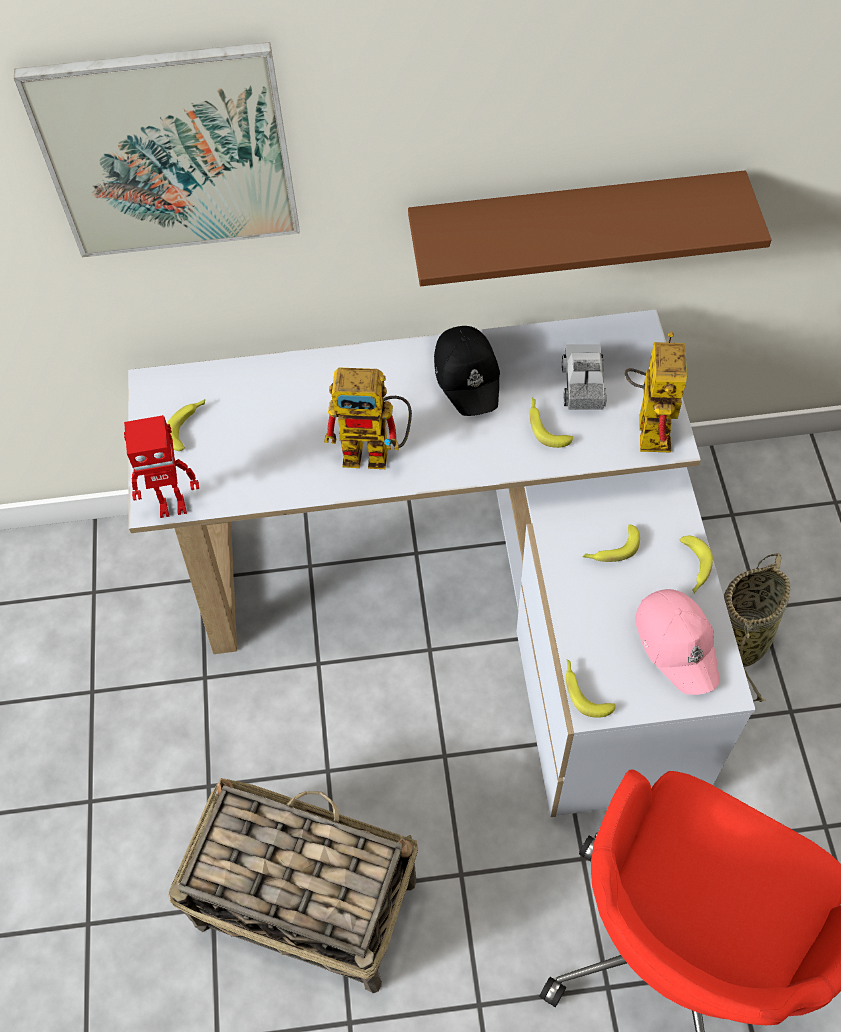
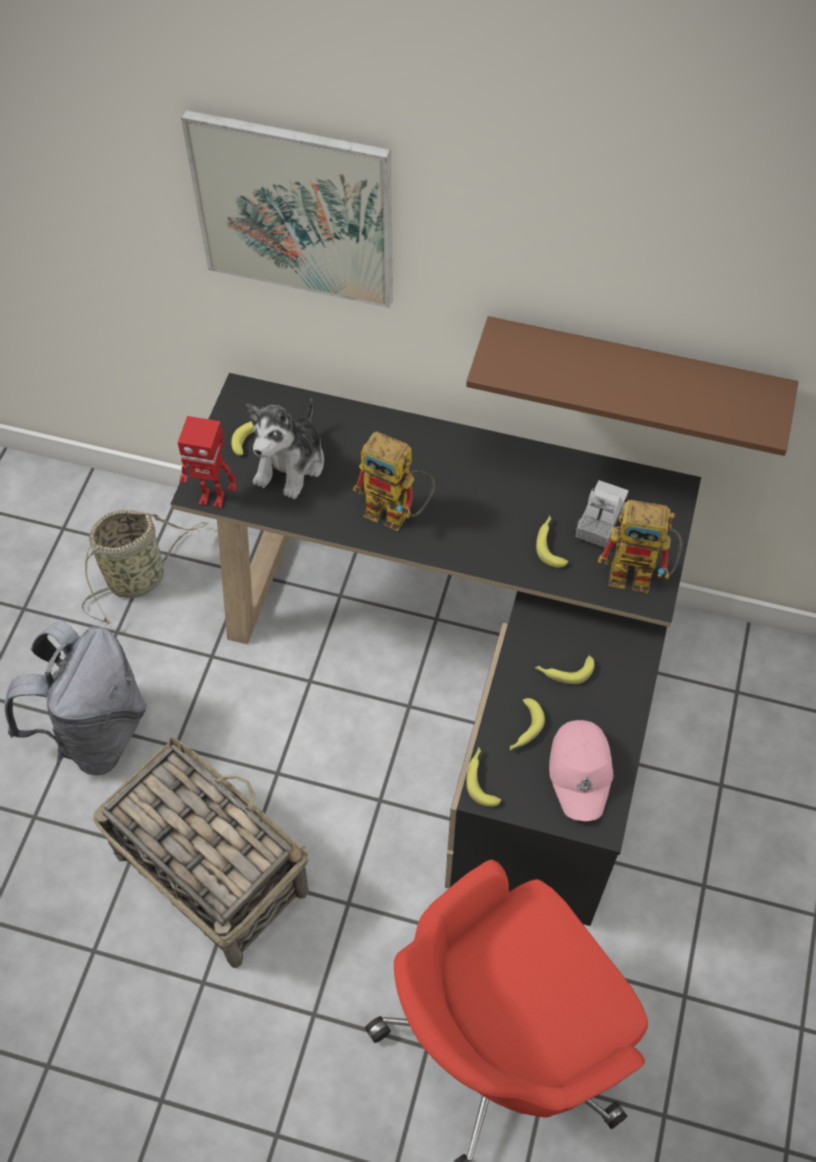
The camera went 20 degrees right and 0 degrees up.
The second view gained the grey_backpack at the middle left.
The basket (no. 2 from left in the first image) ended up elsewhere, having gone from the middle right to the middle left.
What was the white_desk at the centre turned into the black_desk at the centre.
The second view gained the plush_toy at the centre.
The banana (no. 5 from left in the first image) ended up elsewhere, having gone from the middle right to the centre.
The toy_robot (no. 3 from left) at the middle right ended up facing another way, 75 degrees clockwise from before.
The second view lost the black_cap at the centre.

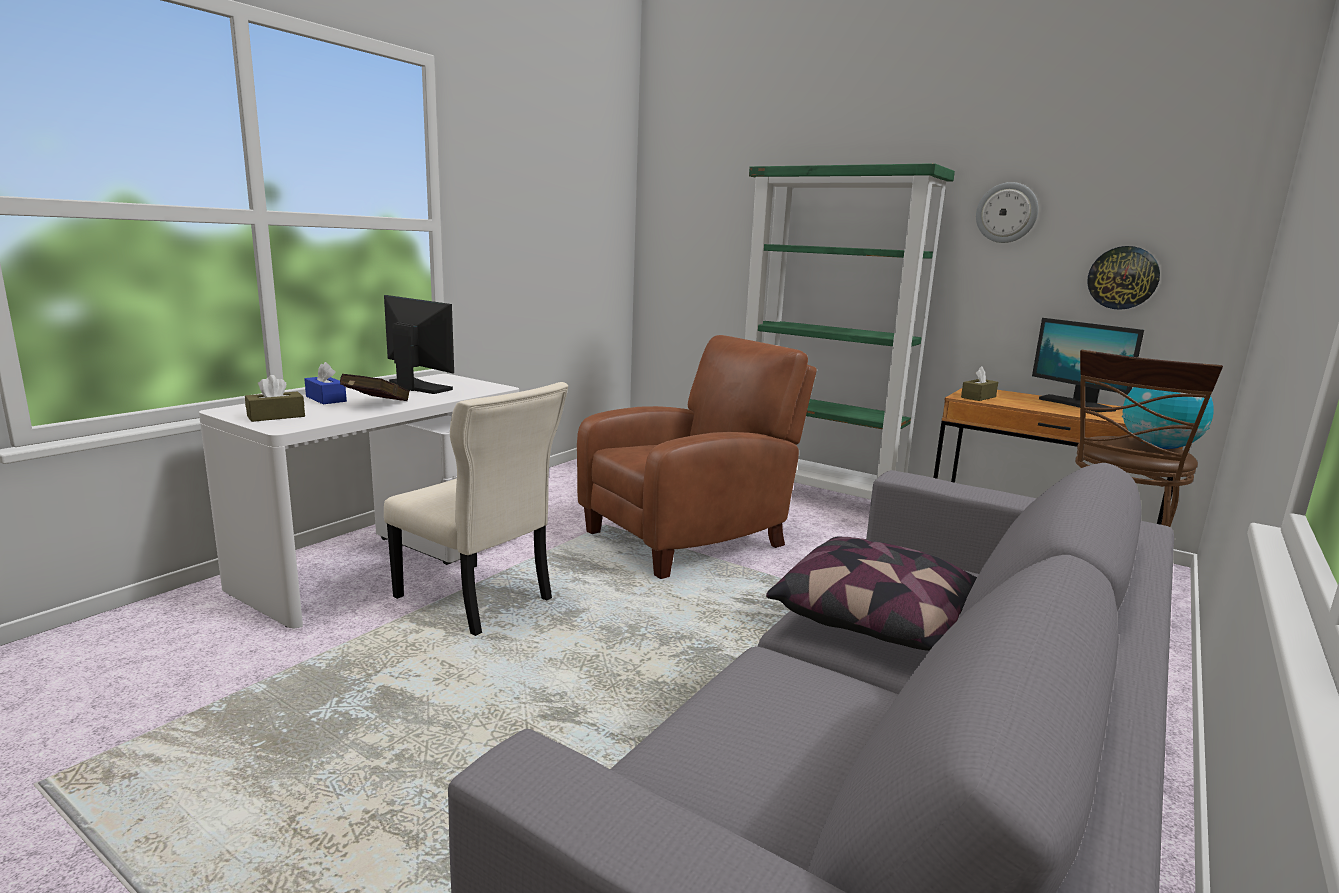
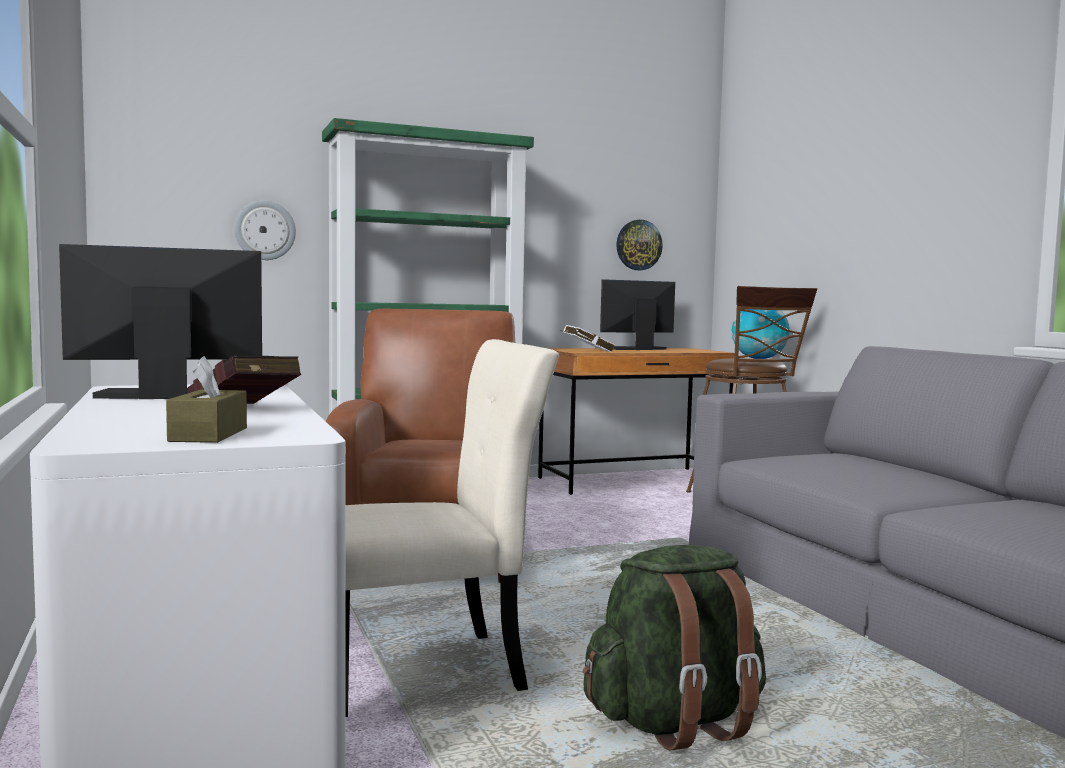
The camera went 55 degrees left and 10 degrees down.
The wall_clock (no. 1 from left) ended up elsewhere, having gone from the top right to the top left.
Where the brown_tissue_box (no. 2 from left) stood at the middle right, the white_book came to stand at the centre.
The second view gained the green_backpack at the bottom centre.
The monitor (no. 2 from left) at the middle right ended up facing another way, 150 degrees clockwise from before.
The second view lost the blue_tissue_box at the middle left.
The second view lost the pillow at the centre.

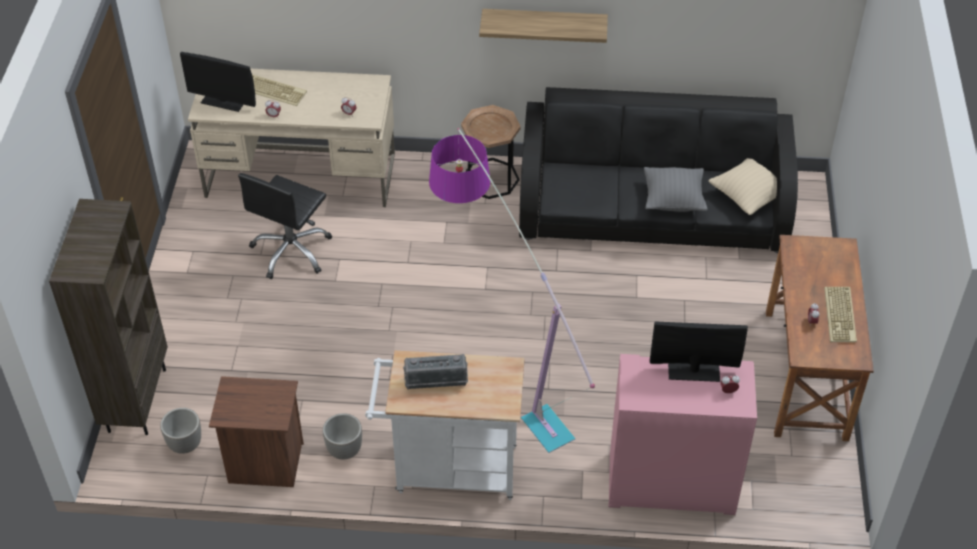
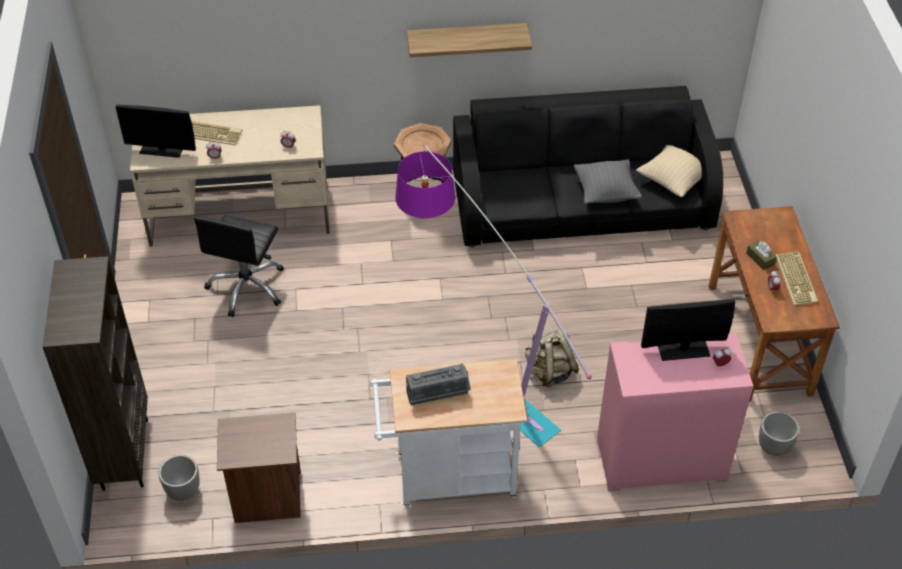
The camera went 10 degrees left and 0 degrees up.
The second view gained the beige_backpack at the centre.
The second view gained the brown_tissue_box at the middle right.
The planter (no. 2 from left) ended up elsewhere, having gone from the bottom centre to the bottom right.

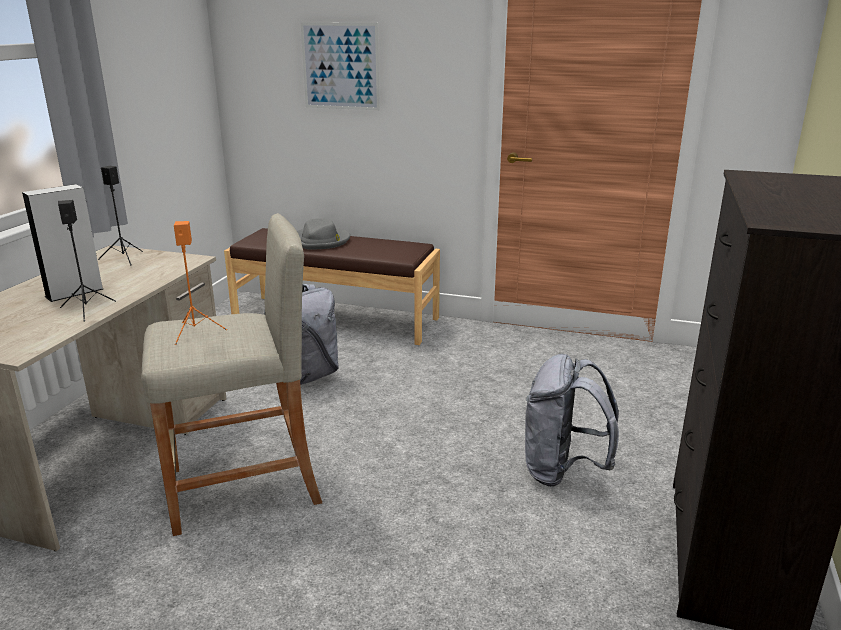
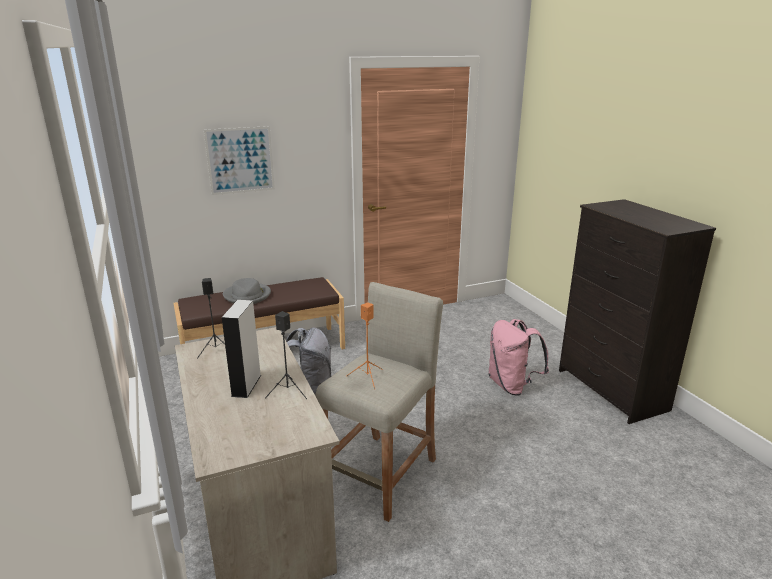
The camera went 40 degrees left and 0 degrees up.
What was the grey_backpack (no. 2 from left) at the bottom right turned into the pink_backpack at the middle right.

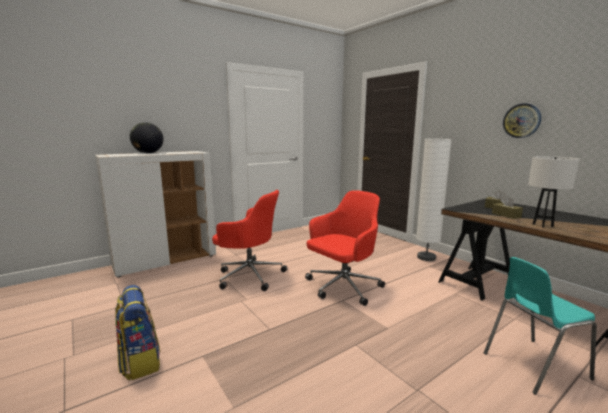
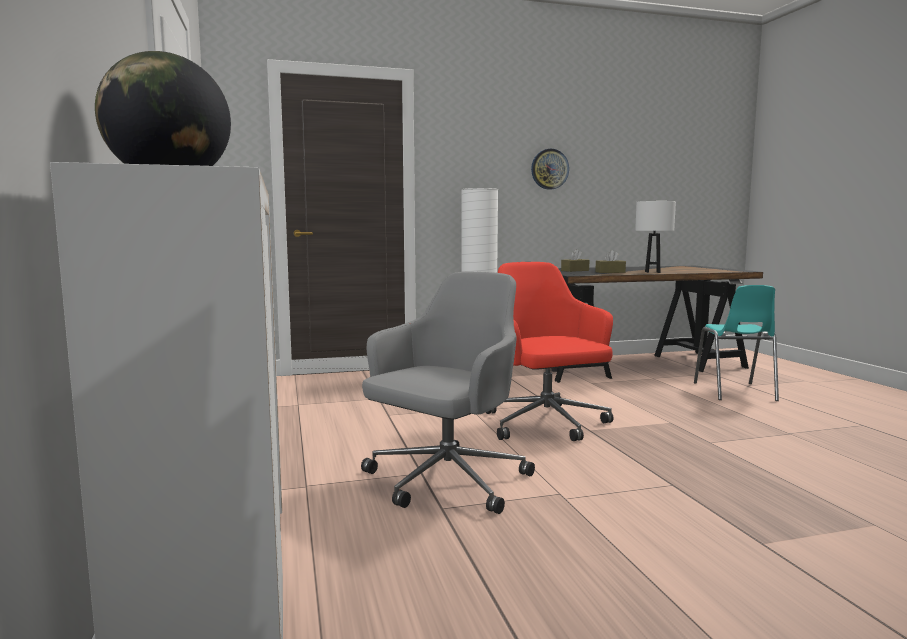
The camera went 70 degrees left and 5 degrees down.
What was the red_office_chair (no. 1 from left) at the centre turned into the grey_office_chair at the centre.
The second view lost the backpack at the bottom left.

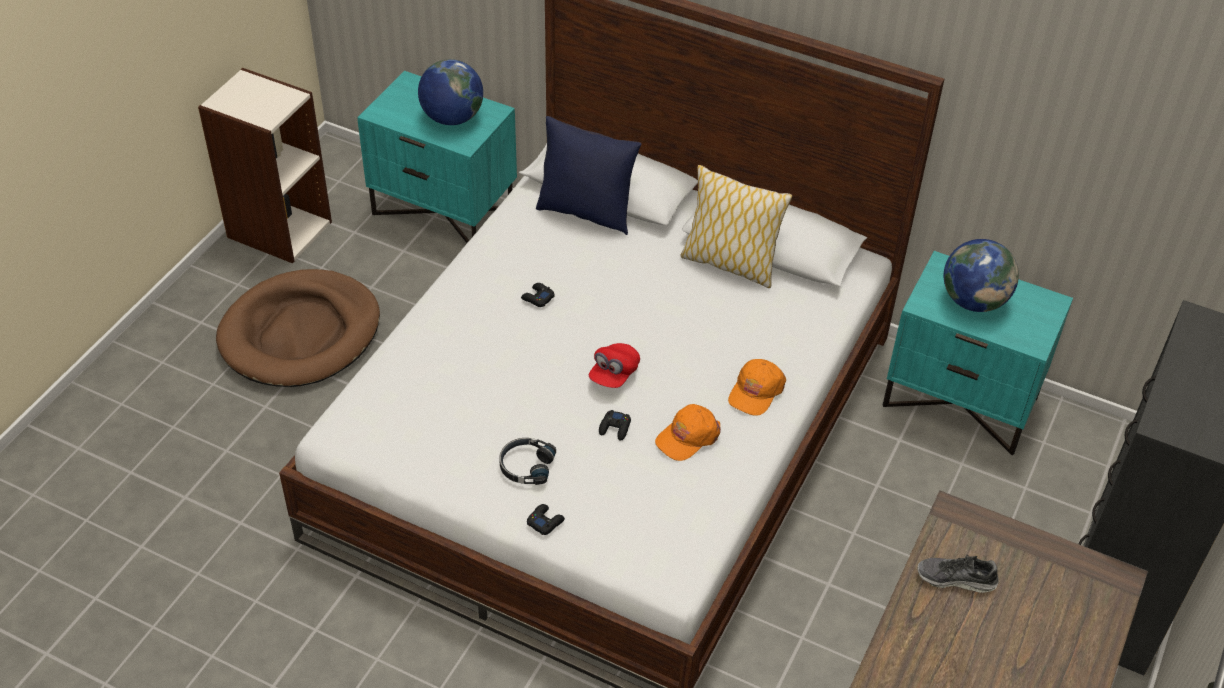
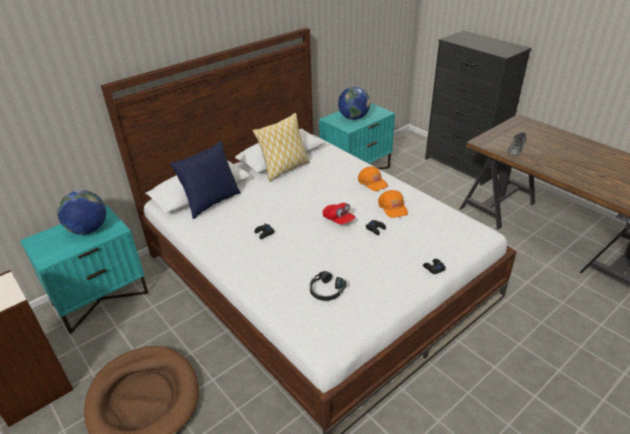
The camera went 65 degrees left and 10 degrees down.
The black_headphones ended up elsewhere, having gone from the bottom centre to the centre.

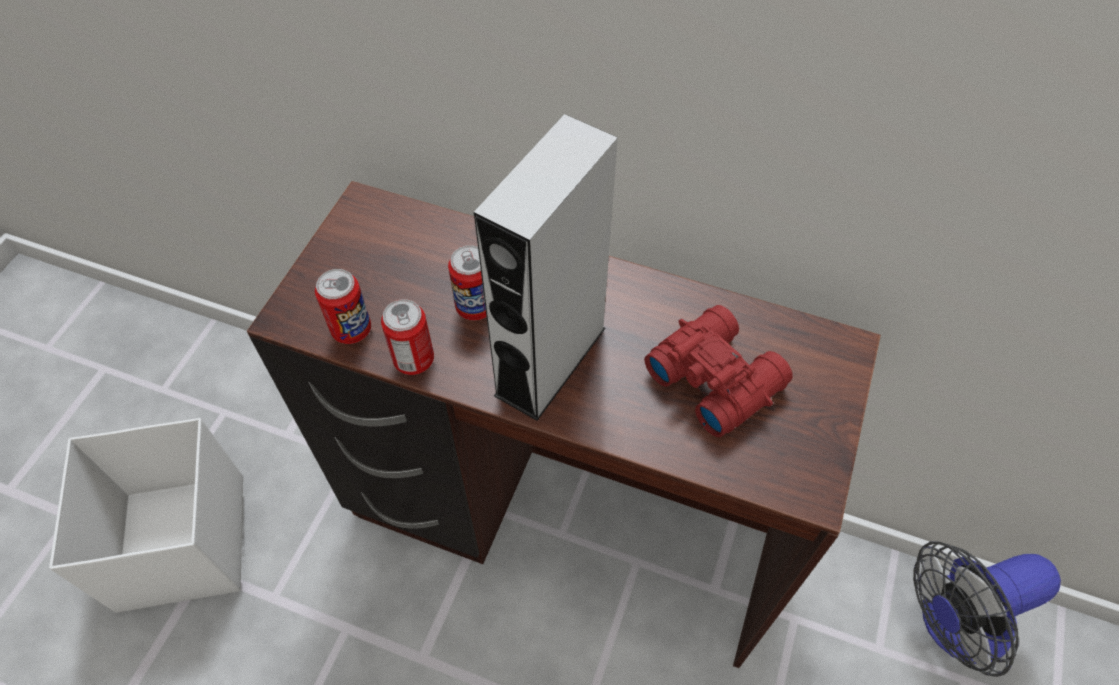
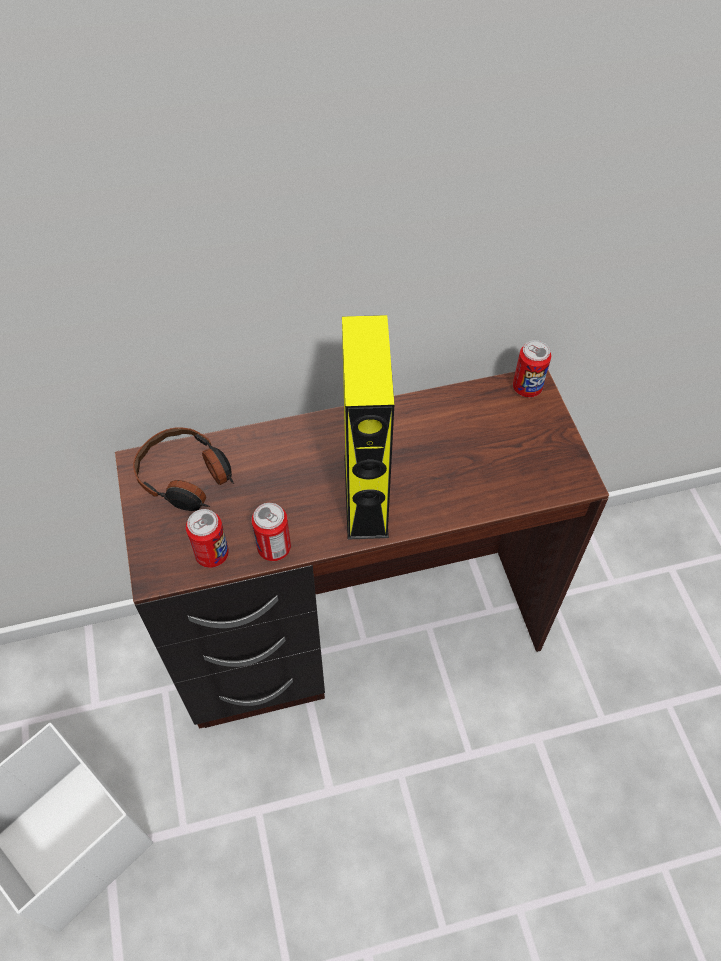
The camera went 35 degrees left and 0 degrees up.
The second view gained the headphones at the middle left.
What was the grey_speaker at the centre turned into the yellow_speaker at the centre.
The can (no. 3 from left) ended up elsewhere, having gone from the centre to the middle right.
The second view lost the red_binoculars at the centre.
The second view lost the fan at the bottom right.

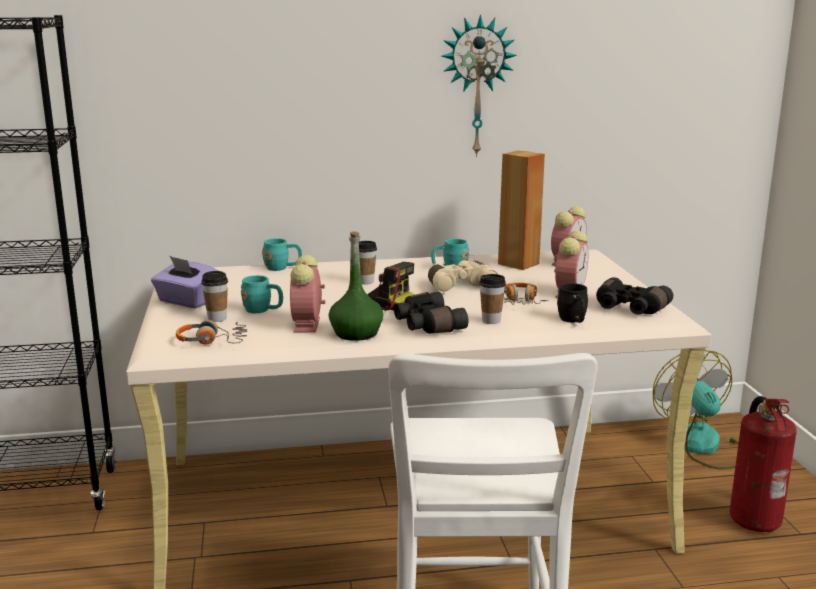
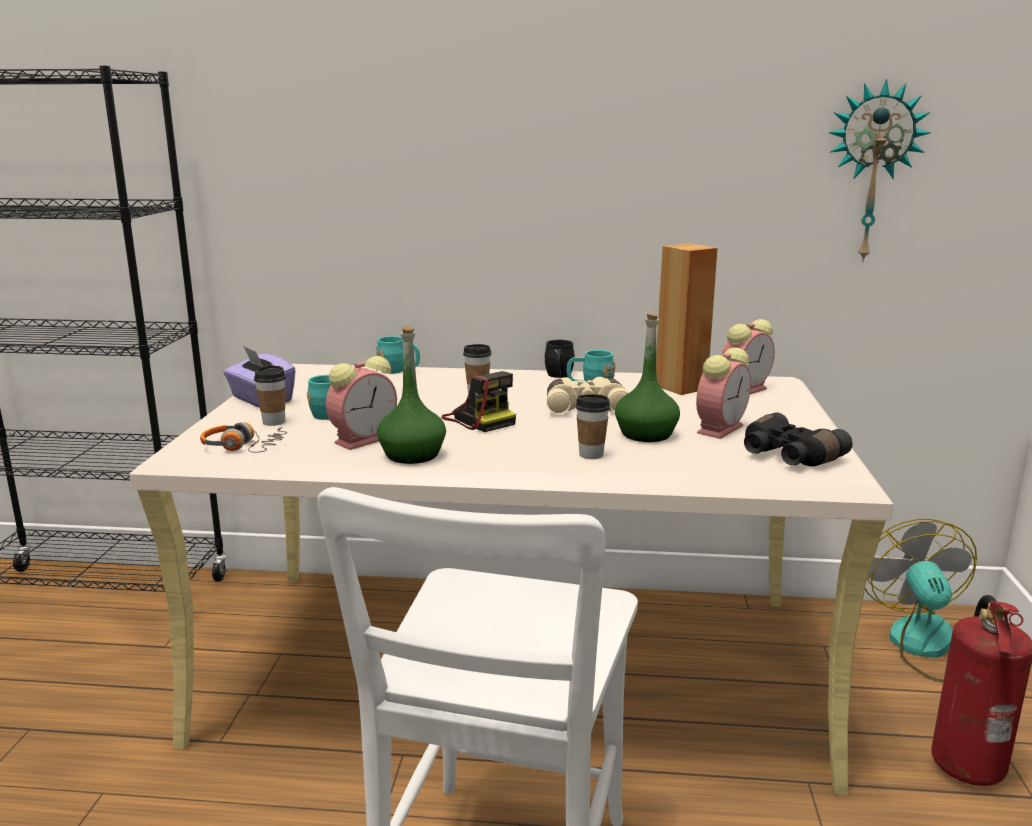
The camera went 15 degrees right and 0 degrees up.
The alarm_clock (no. 1 from left) at the centre ended up facing another way, 150 degrees counterclockwise from before.
The black_mug ended up elsewhere, having gone from the middle right to the centre.
Where the headphones (no. 2 from left) stood at the centre, the green_bottle (no. 2 from left) came to stand at the centre.
The wall_clock ended up elsewhere, having gone from the top centre to the top right.
The second view lost the black_binoculars (no. 1 from left) at the centre.

